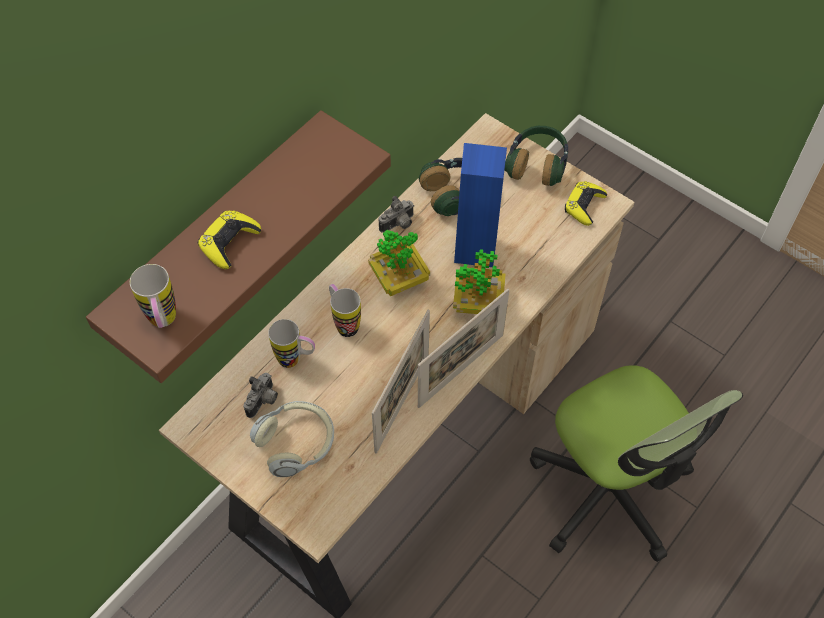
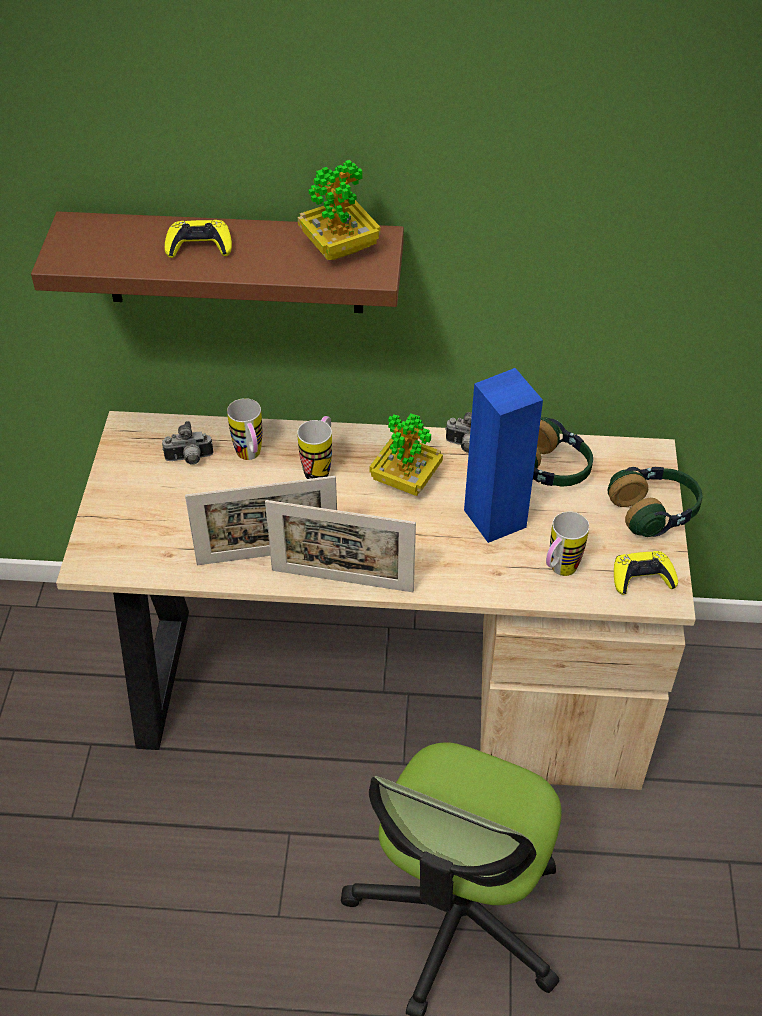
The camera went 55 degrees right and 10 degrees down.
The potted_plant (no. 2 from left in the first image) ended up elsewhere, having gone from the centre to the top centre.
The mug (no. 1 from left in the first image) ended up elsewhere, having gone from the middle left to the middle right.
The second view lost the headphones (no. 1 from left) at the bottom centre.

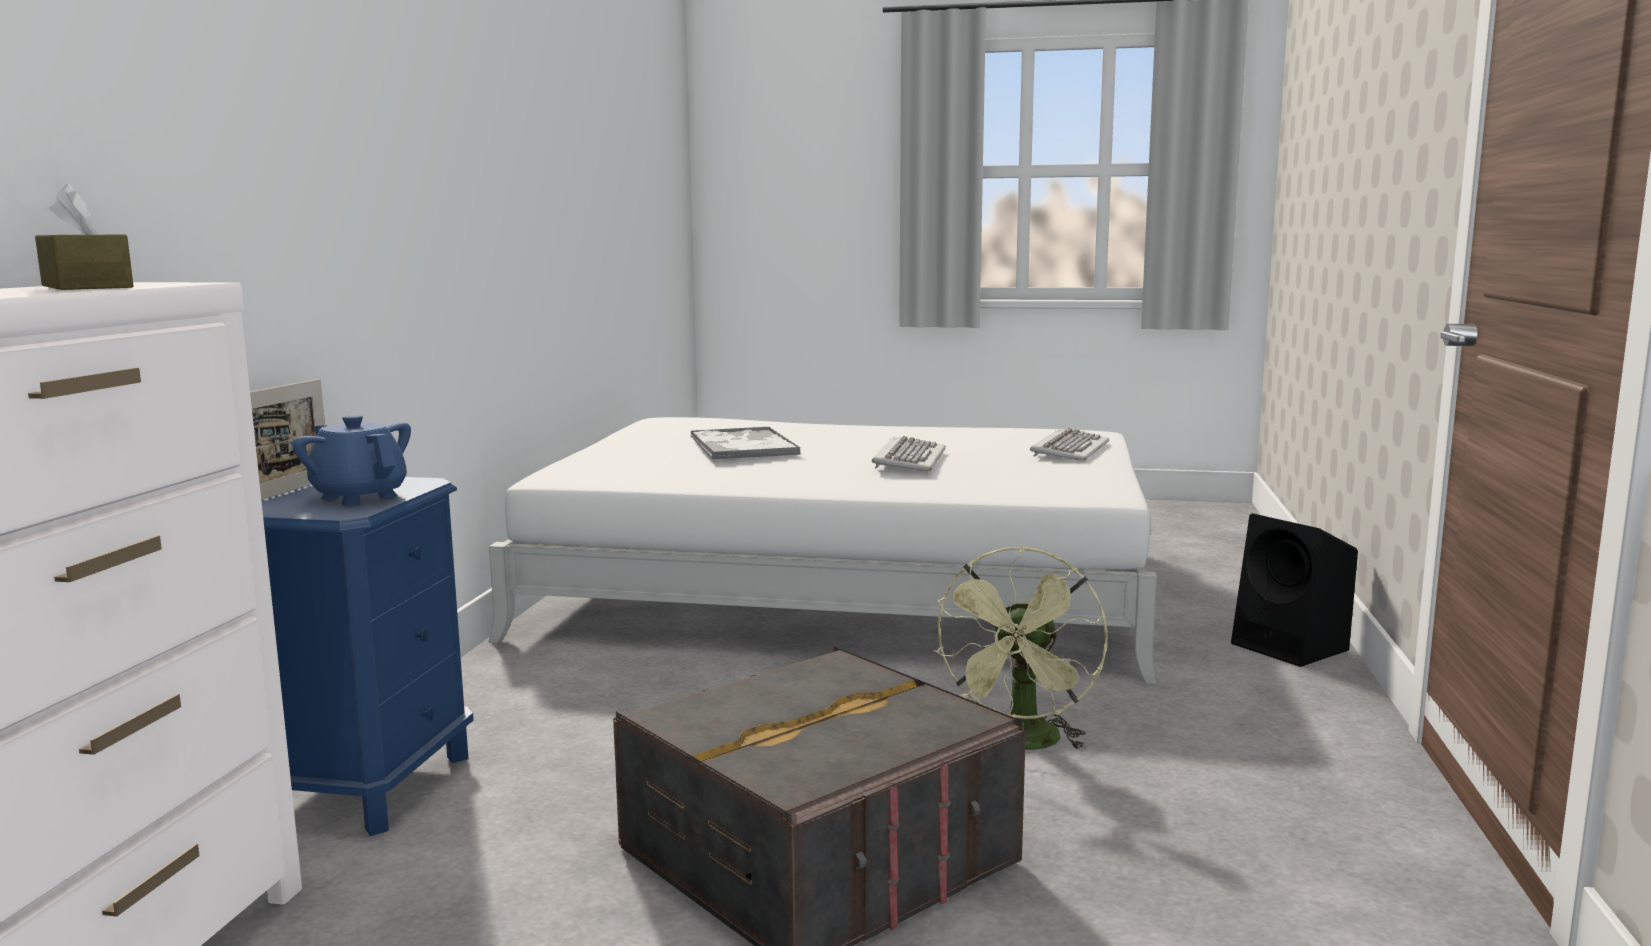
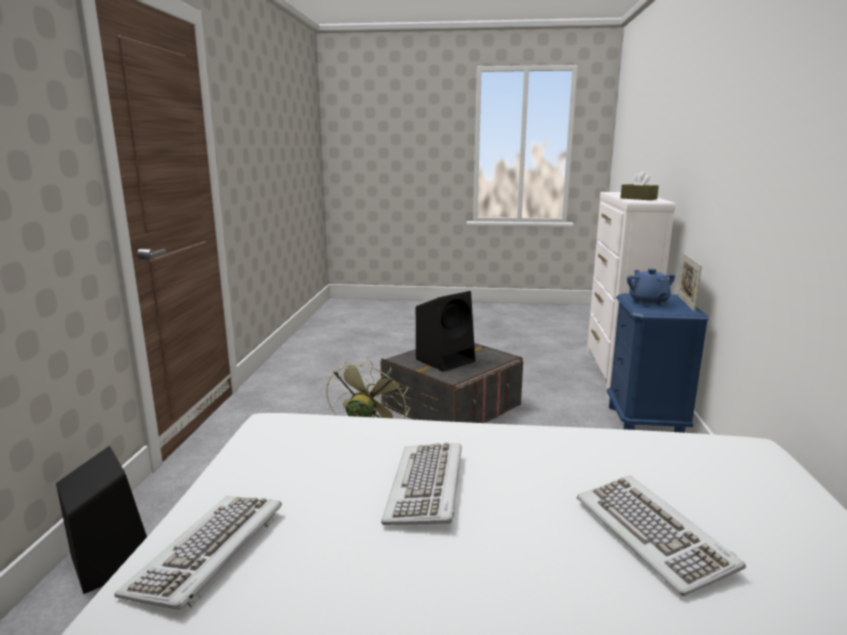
The camera went 175 degrees right and 5 degrees up.
The second view gained the black_speaker (no. 2 from left) at the centre.
Where the tray stood at the centre, the keyboard (no. 3 from left) came to stand at the bottom right.
The blue_teapot at the middle left ended up facing another way, 135 degrees counterclockwise from before.

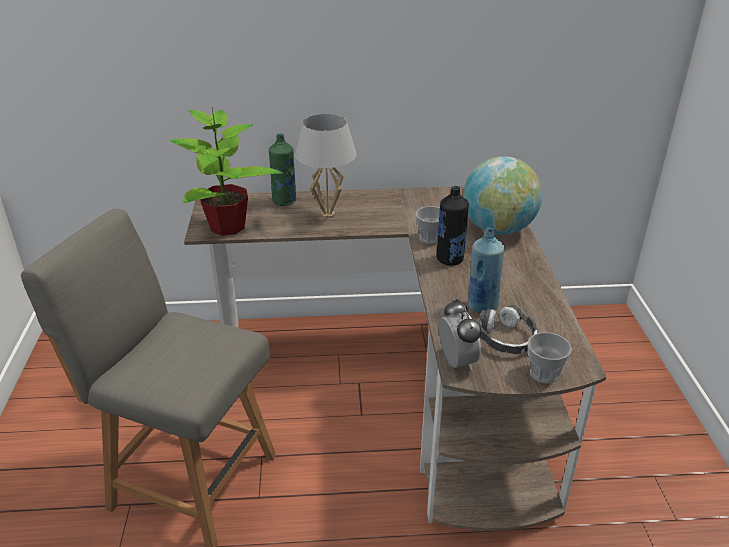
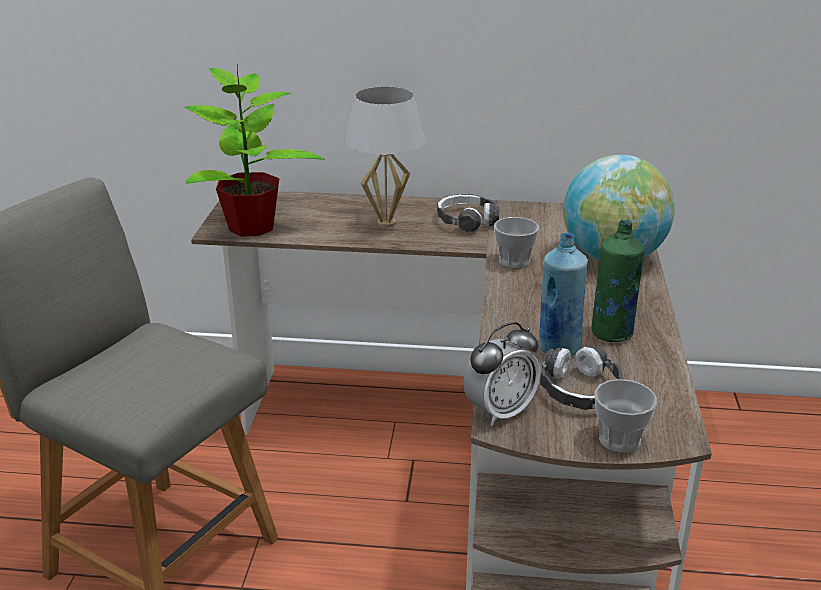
The camera went 10 degrees right and 5 degrees down.
The second view gained the headphones (no. 1 from left) at the centre.
The alarm_clock at the centre ended up facing another way, 60 degrees clockwise from before.
The green_bottle ended up elsewhere, having gone from the top centre to the middle right.
The second view lost the black_bottle at the centre.

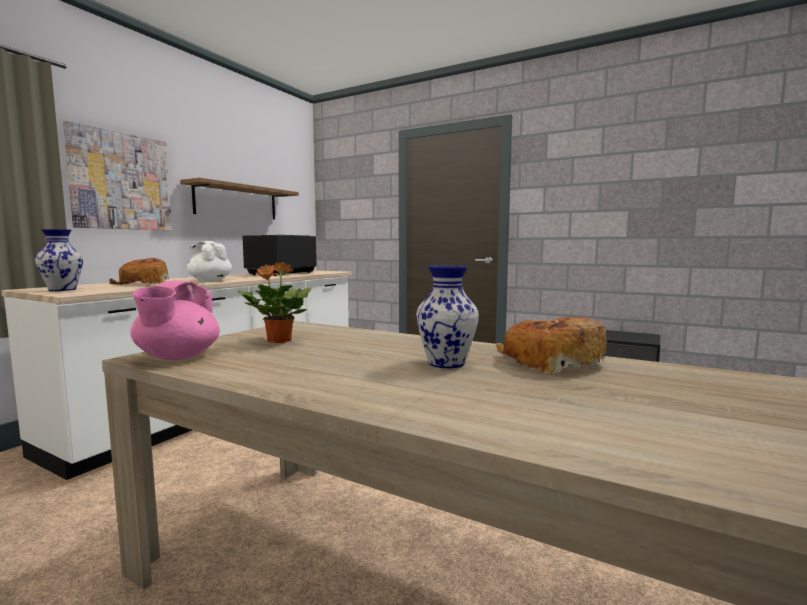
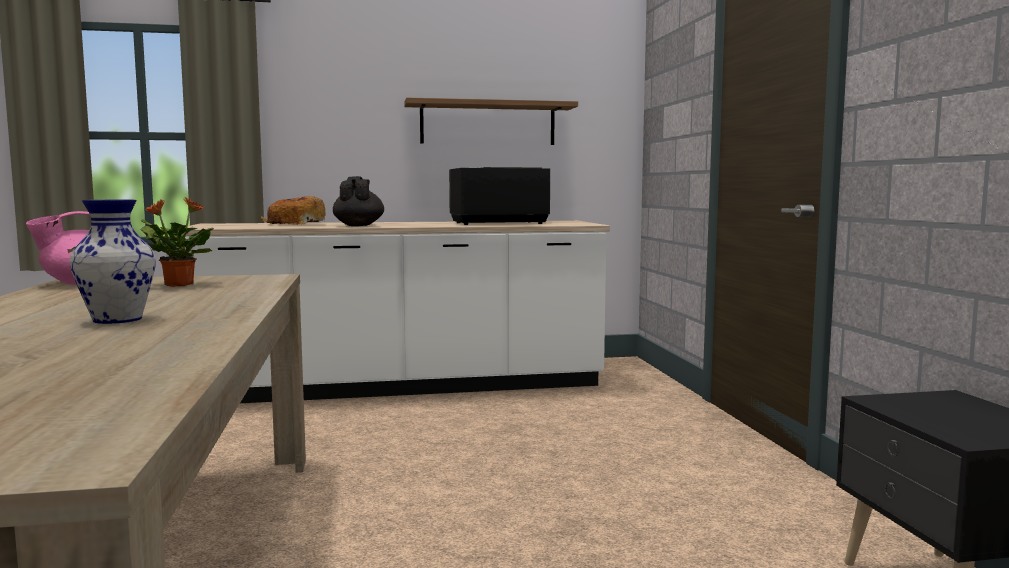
The camera went 50 degrees right and 0 degrees up.
What was the white_teapot at the middle left turned into the black_teapot at the centre.
The second view lost the vase (no. 1 from left) at the middle left.
The second view lost the picture at the top left.
The second view lost the bread (no. 2 from left) at the middle right.

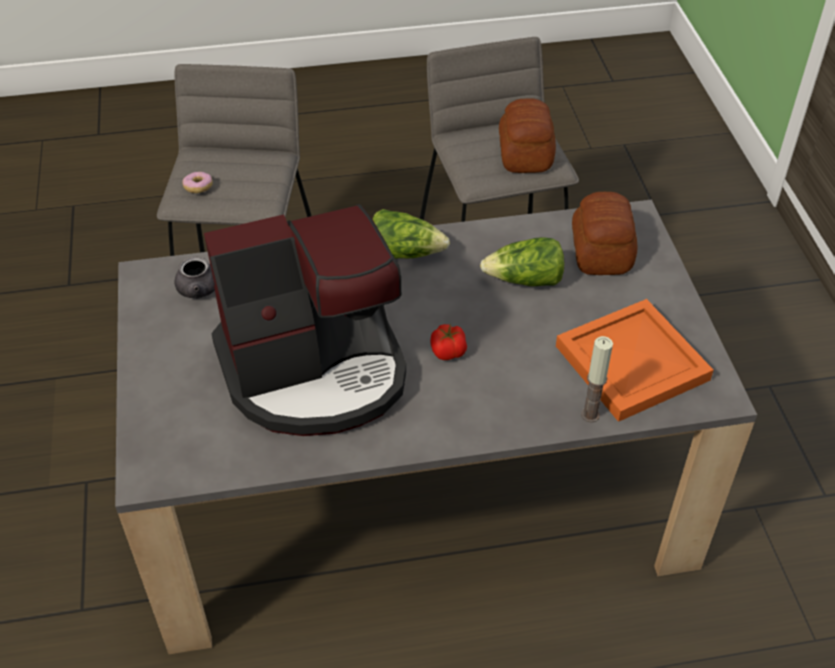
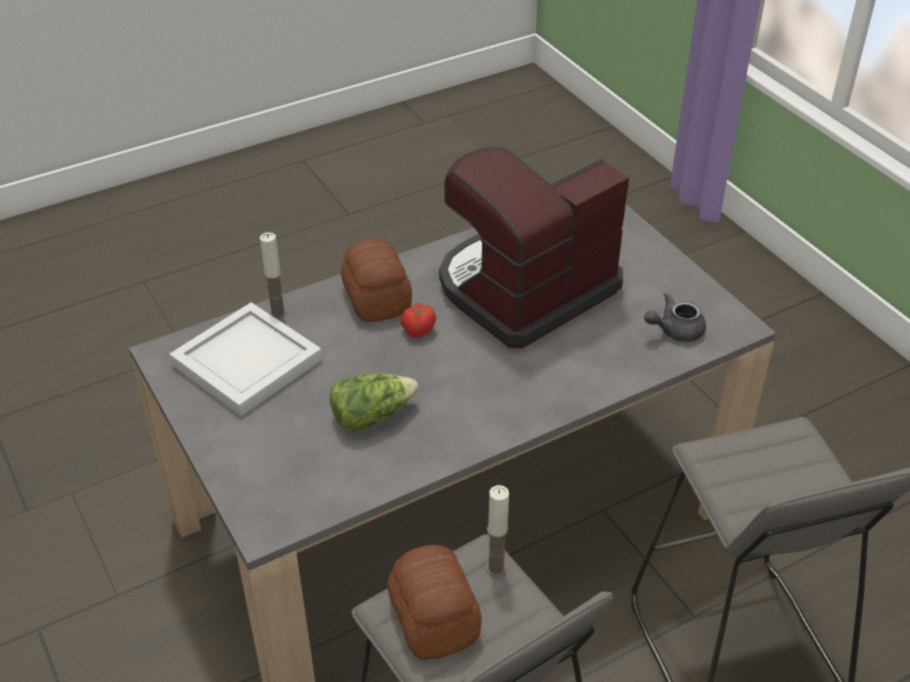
The camera went 160 degrees right and 5 degrees down.
What was the orange_tray at the middle right turned into the white_tray at the middle left.
The bread (no. 2 from left in the first image) ended up elsewhere, having gone from the middle right to the centre.
The second view gained the candle (no. 2 from left) at the bottom centre.
The second view lost the donut at the top left.
The second view lost the lettuce (no. 1 from left) at the centre.

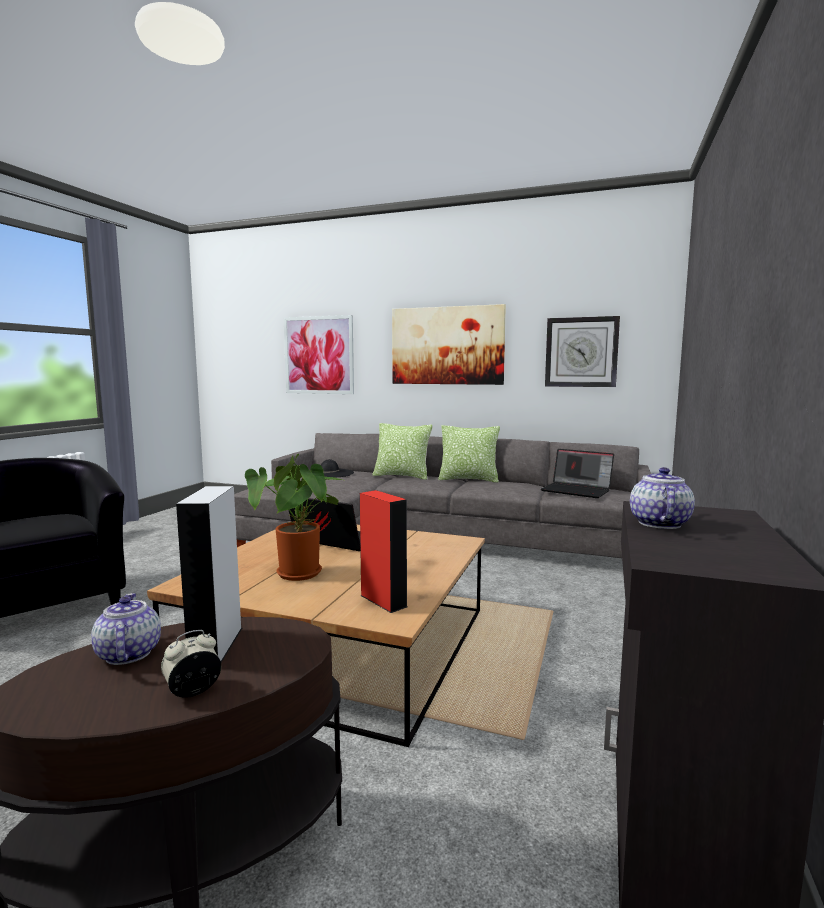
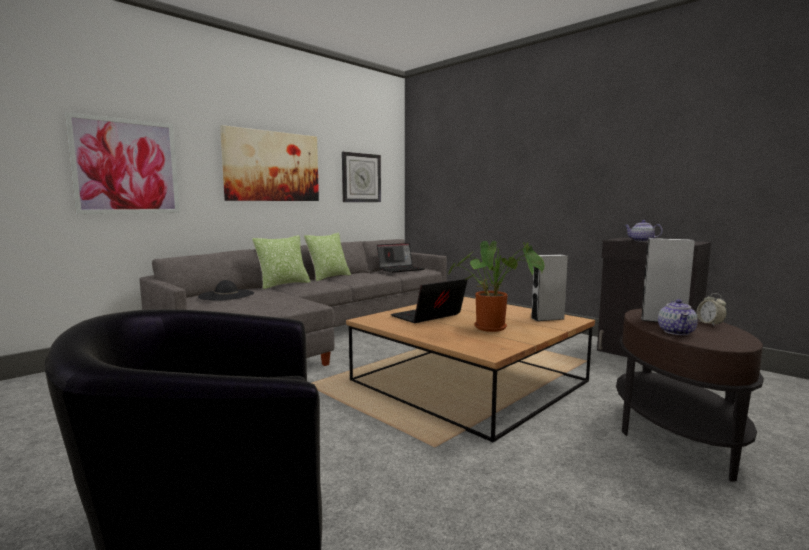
The camera went 65 degrees left and 0 degrees up.
What was the red_speaker at the centre turned into the grey_speaker (no. 1 from left) at the middle right.
The teapot (no. 1 from left in the first image) at the bottom left ended up facing another way, 75 degrees counterclockwise from before.

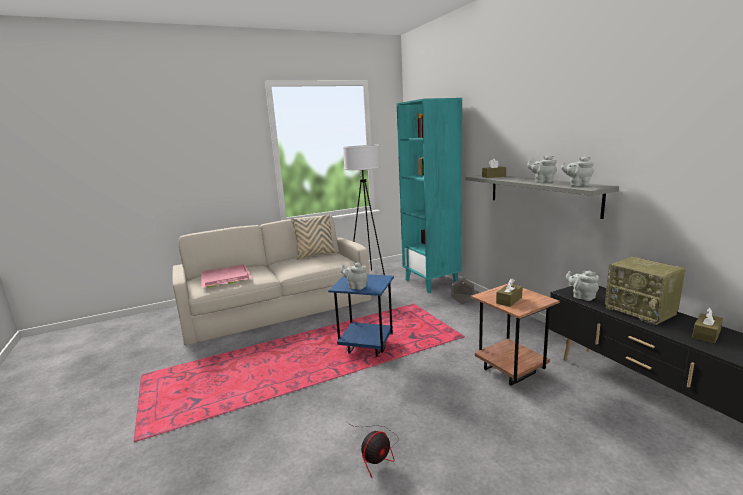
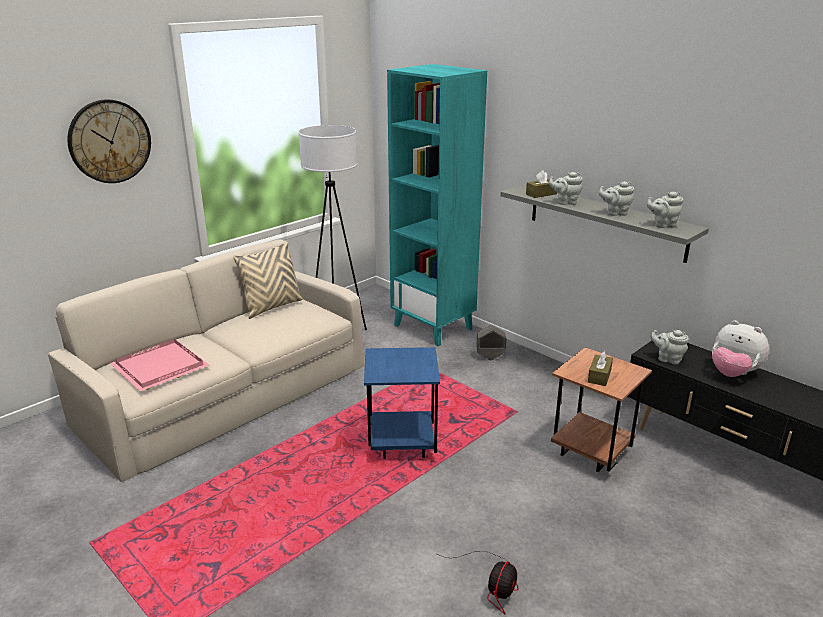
The camera went 20 degrees left and 10 degrees up.
The second view gained the wall_clock at the top left.
The grey_teapot (no. 1 from left) ended up elsewhere, having gone from the centre to the top right.
Where the radio stood at the middle right, the plush_toy came to stand at the middle right.
The second view lost the brown_tissue_box (no. 3 from left) at the middle right.

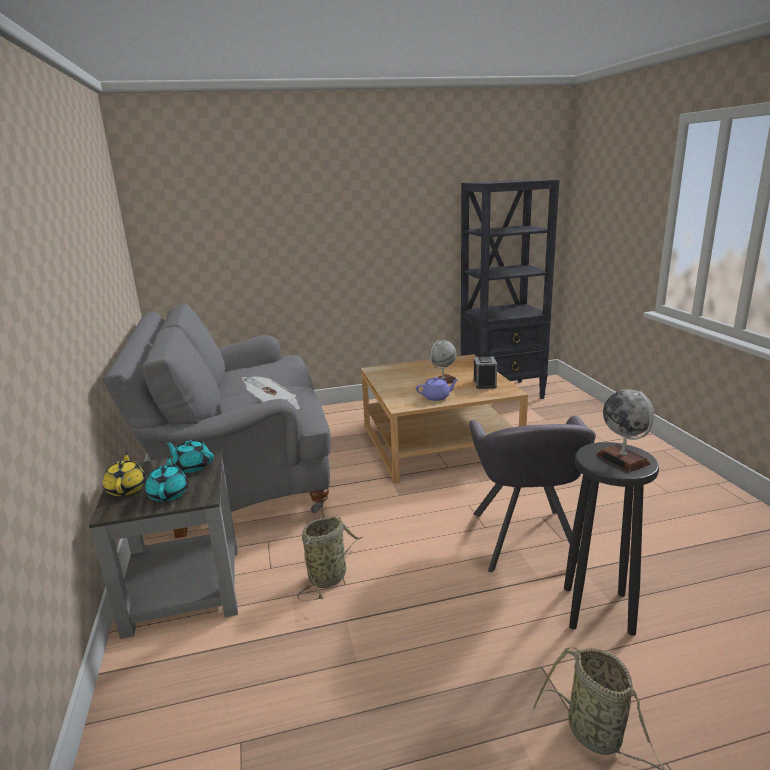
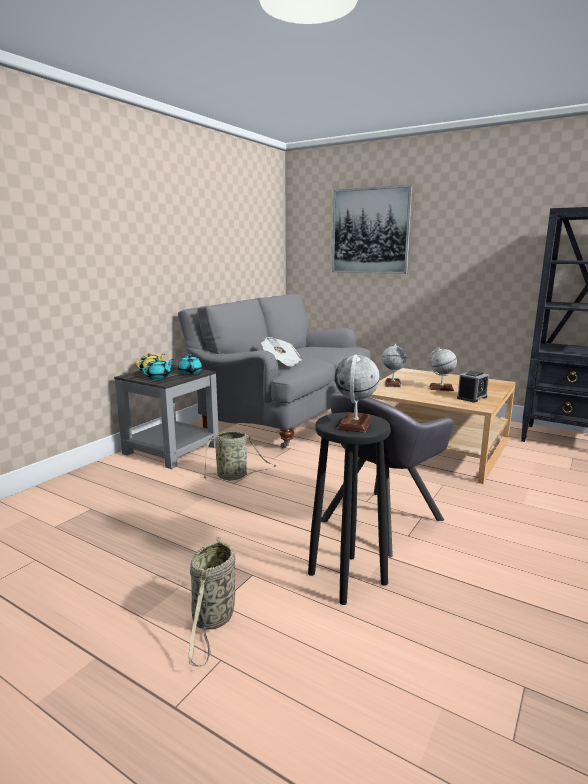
The camera went 45 degrees right and 5 degrees down.
The second view gained the picture at the top centre.
The second view gained the globe (no. 2 from left) at the middle right.
The second view lost the purple_teapot at the centre.

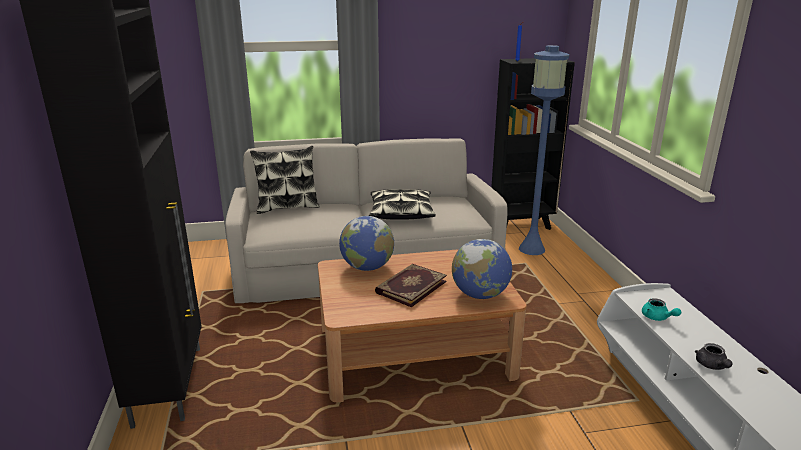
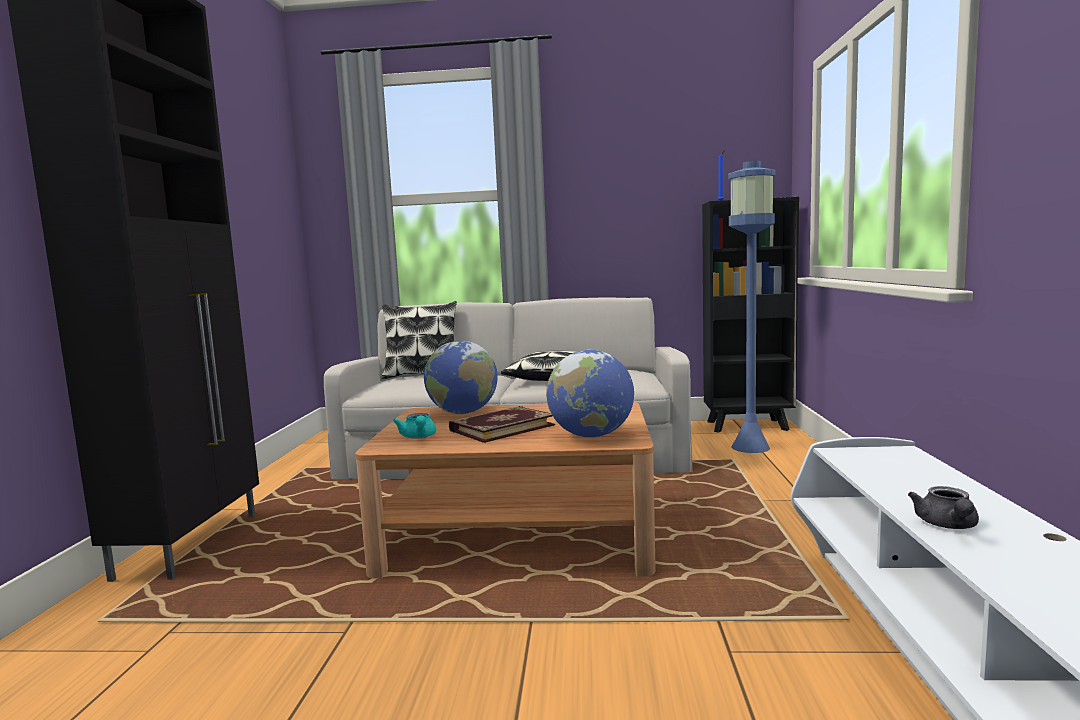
The camera went 15 degrees right and 15 degrees down.
The turquoise_teapot ended up elsewhere, having gone from the bottom right to the centre.

